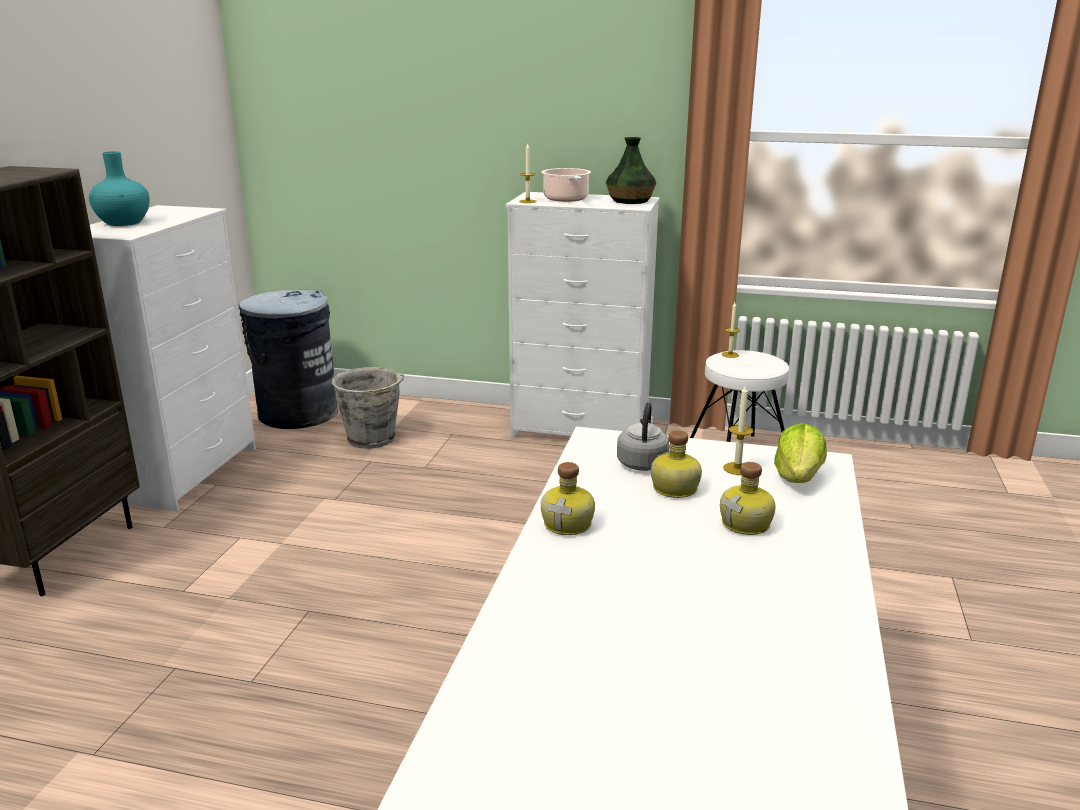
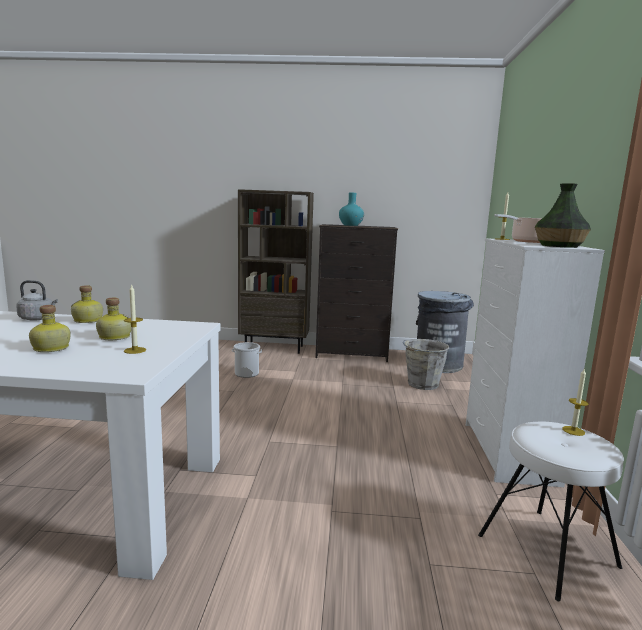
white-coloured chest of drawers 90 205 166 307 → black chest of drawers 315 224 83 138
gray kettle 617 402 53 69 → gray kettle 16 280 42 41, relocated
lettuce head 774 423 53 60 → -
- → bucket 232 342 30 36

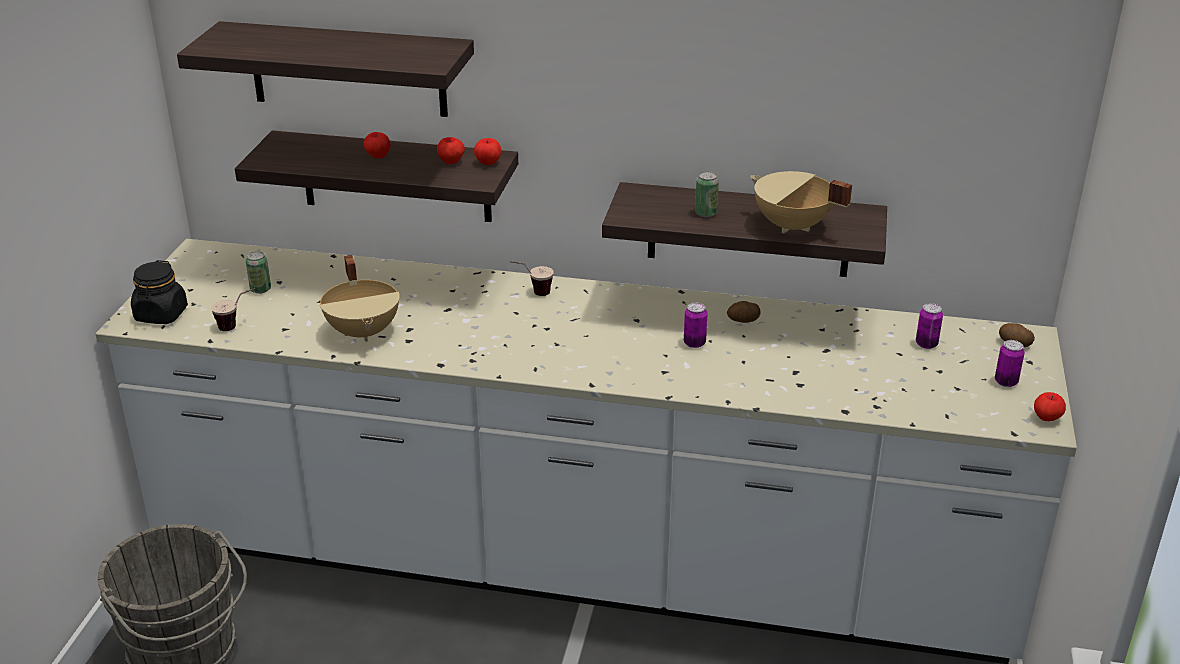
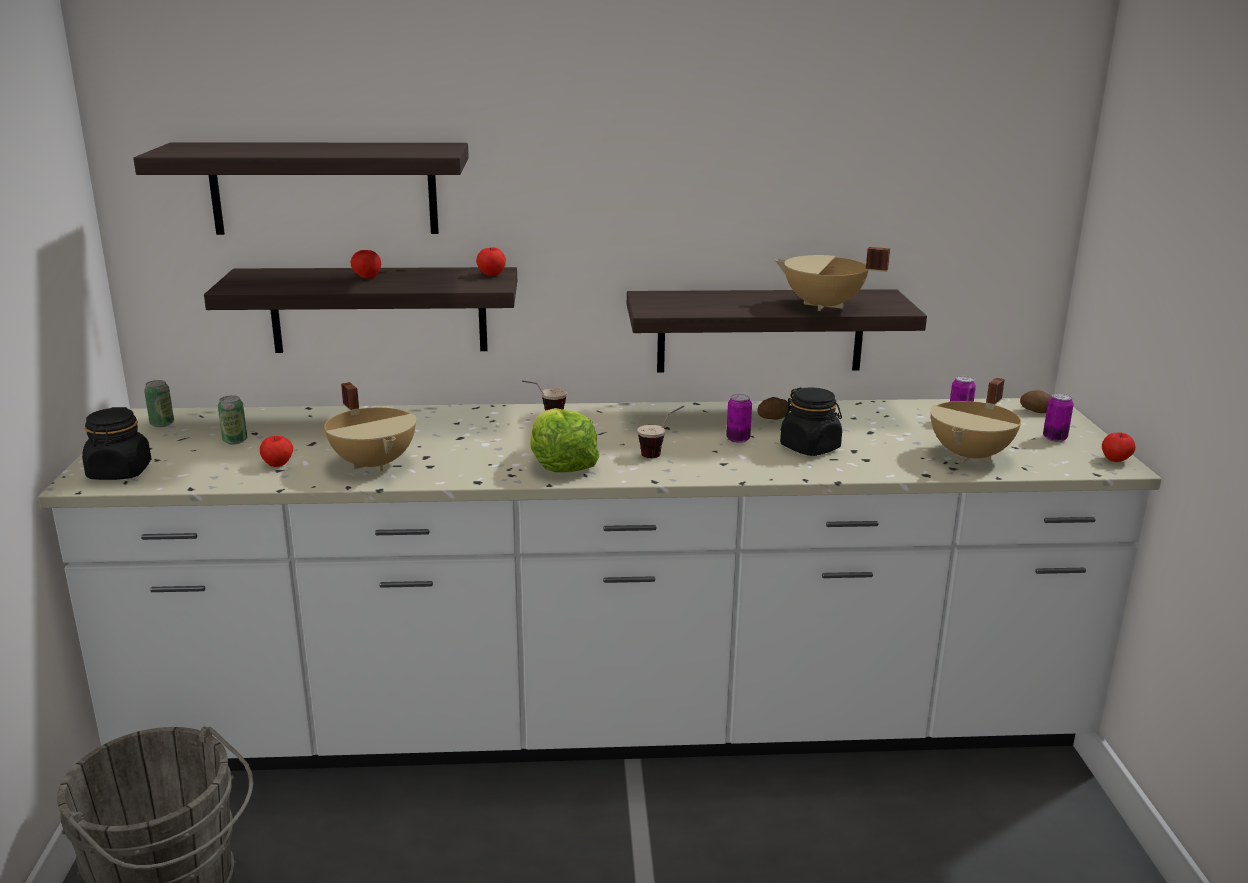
apple 437 137 28 27 → apple 260 436 33 31, relocated
can 695 171 24 46 → can 144 380 30 47, relocated
drinking cup 211 288 45 43 → drinking cup 637 406 47 52, relocated
- → beige stockpot 930 378 91 85
- → black jar 780 387 62 69
- → lettuce head 530 408 70 64

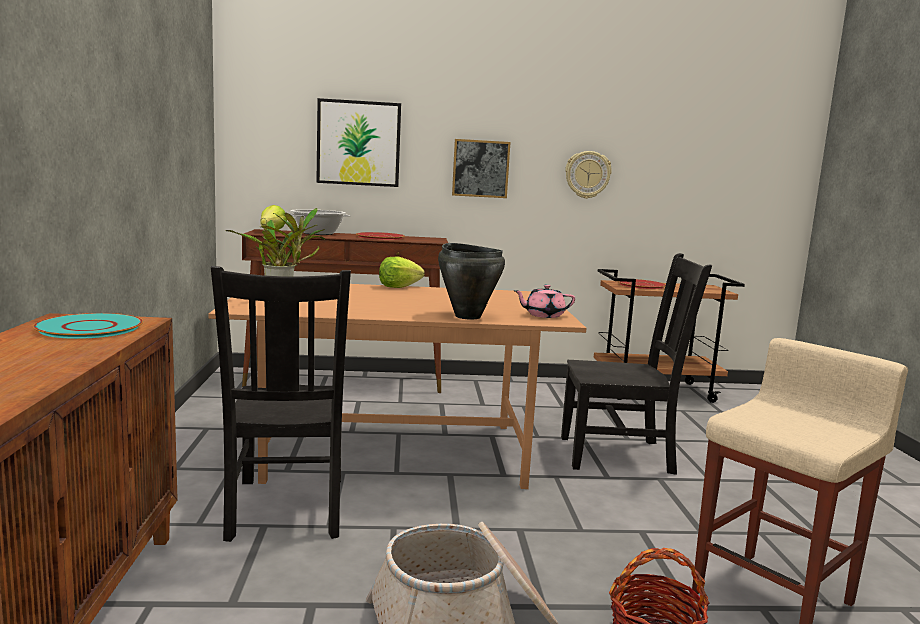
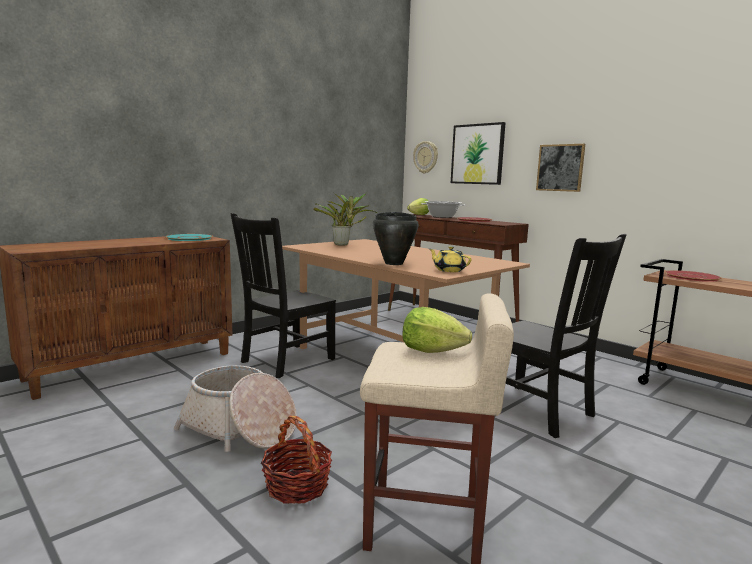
clock on the wall 565 151 47 48 → clock on the wall 413 141 25 32, relocated
lettuce head 379 257 46 31 → lettuce head 402 307 70 46, relocated
pinkish pot for tea 513 285 62 33 → yellow-coloured pot for tea 429 246 43 26

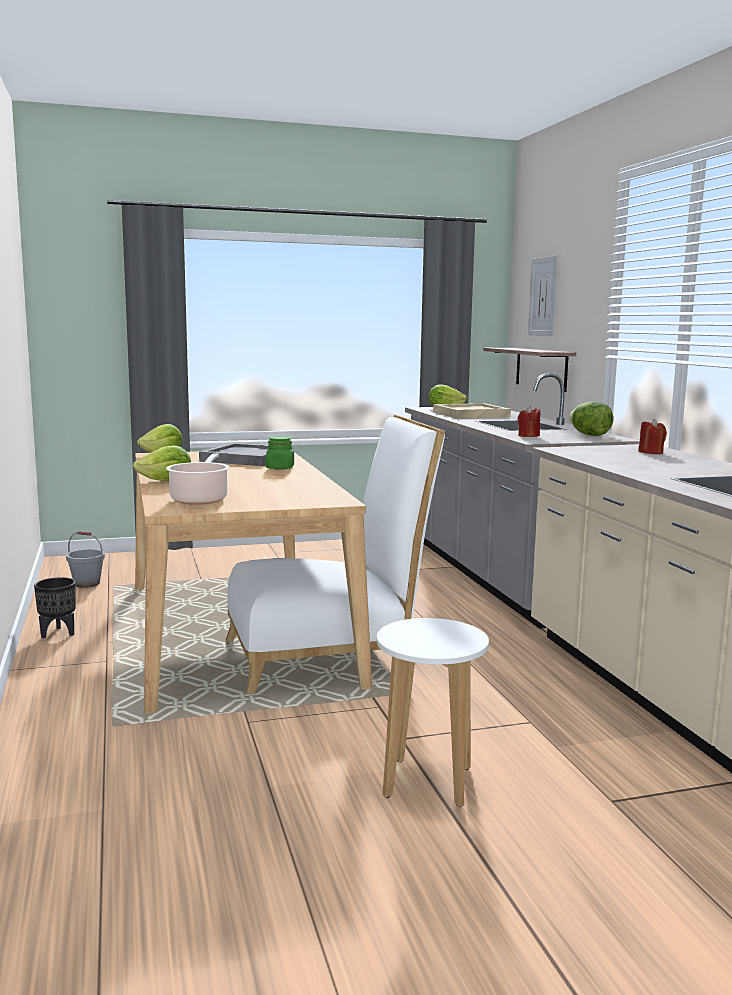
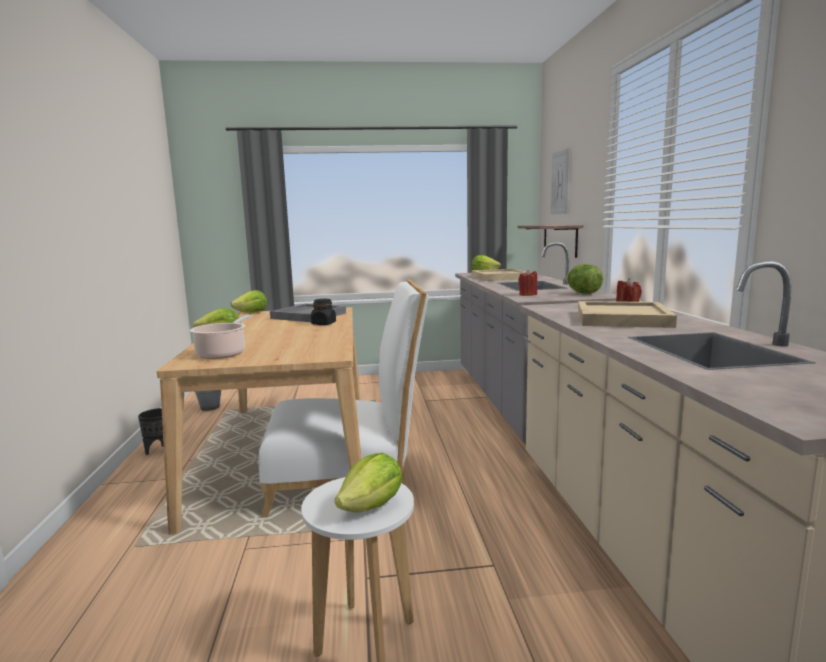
green jar 266 436 28 34 → black jar 311 299 25 26
- → beige tray 578 301 99 27
- → lettuce head 335 453 67 60

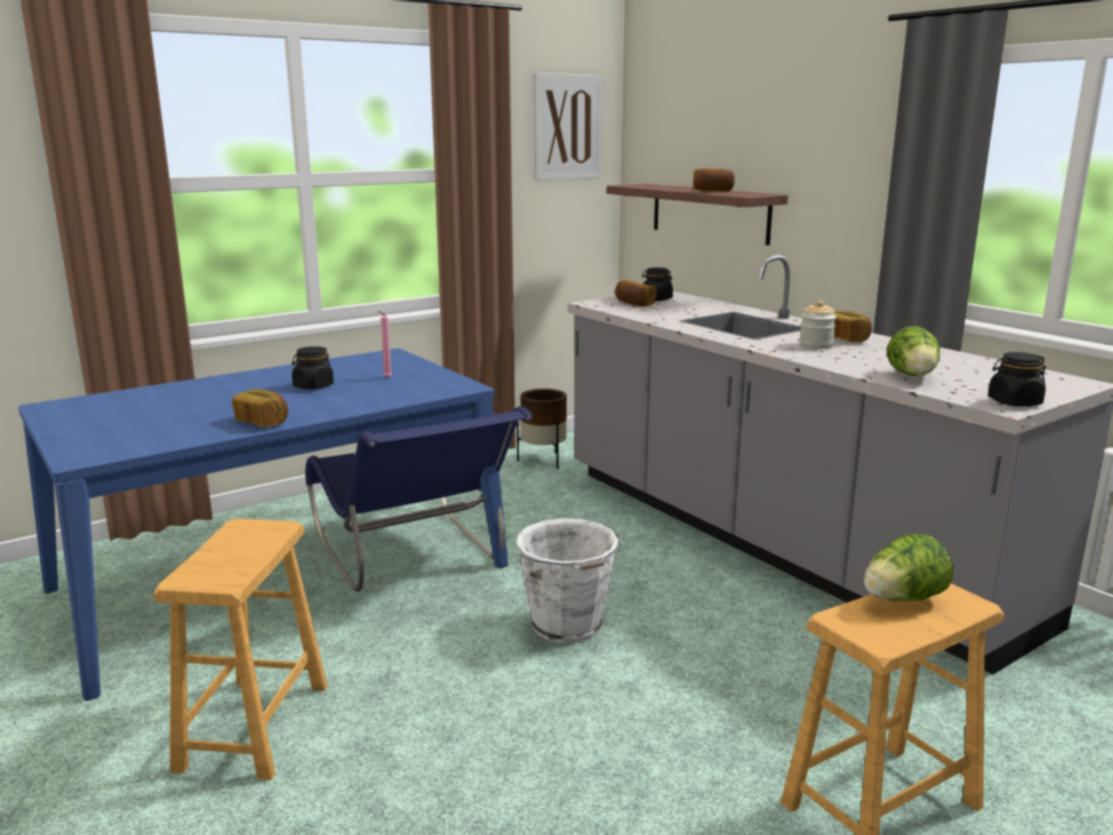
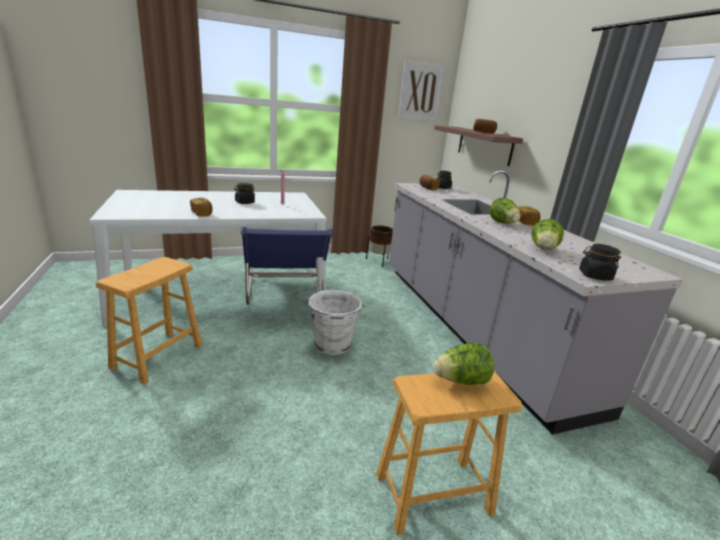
jar 799 301 37 48 → lettuce head 489 197 32 26
bluish dinner table 18 348 490 353 → white-coloured dinner table 90 190 236 137

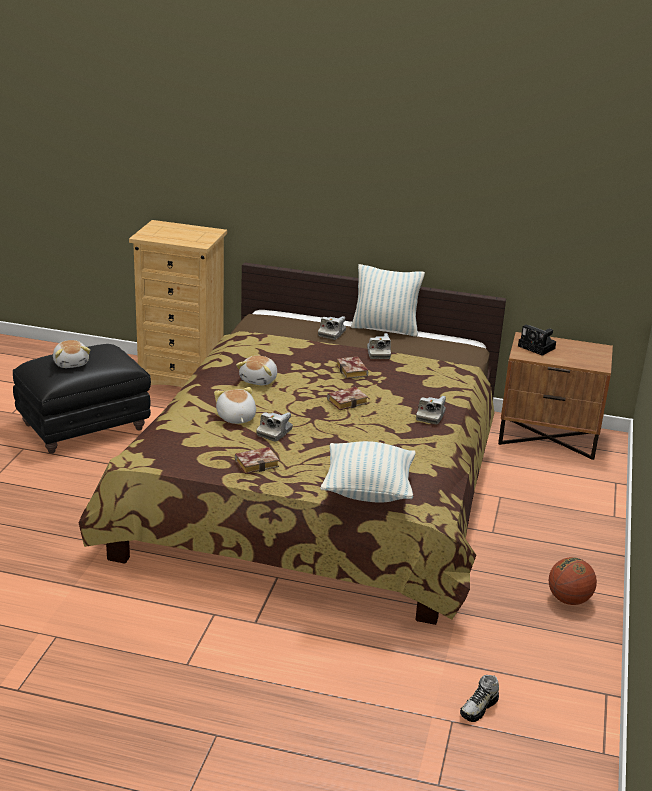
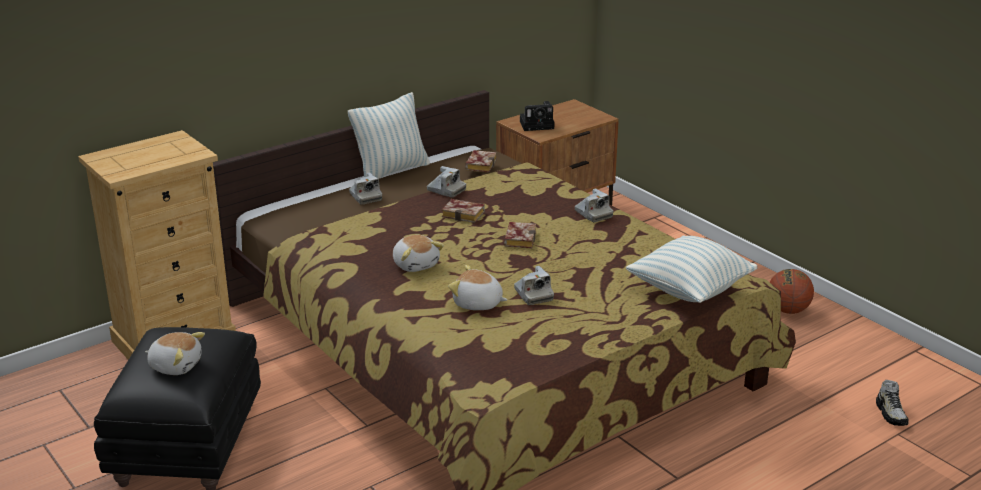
bound book 235 447 44 27 → bound book 465 150 32 22, relocated

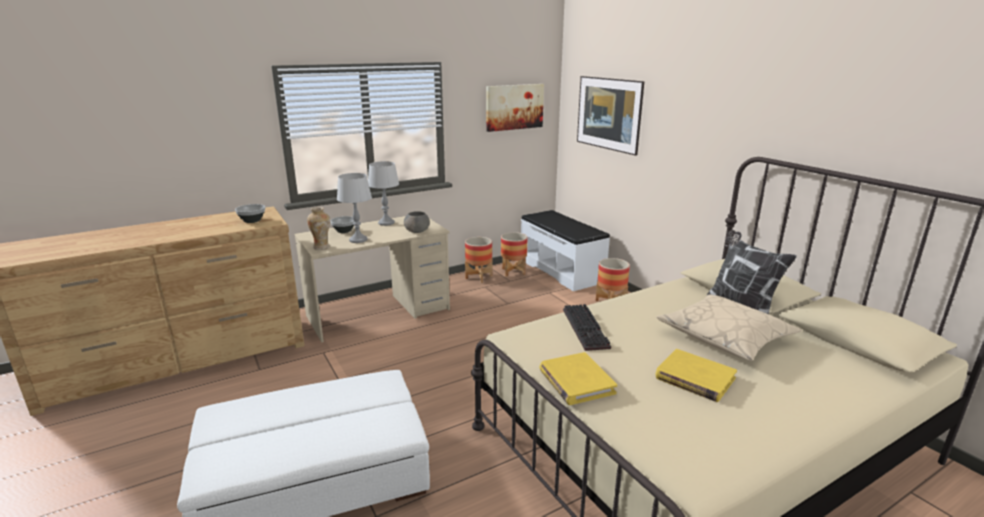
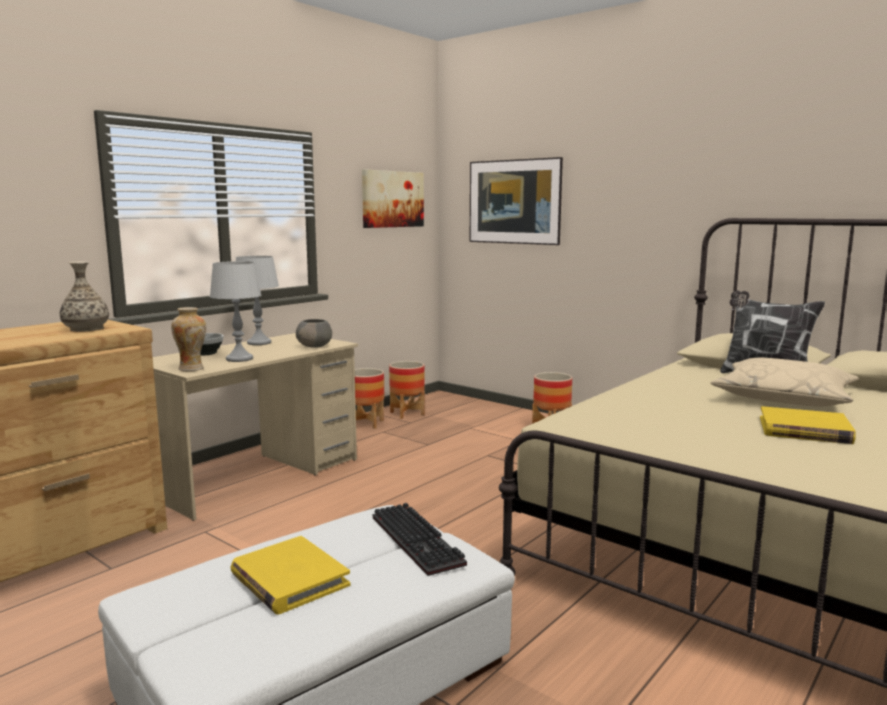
serving bowl 235 204 30 19 → vase 60 261 49 71
white-coloured bench 521 210 89 81 → -
PC keyboard 563 304 48 47 → PC keyboard 373 503 94 73, relocated
yellow-coloured bound book 539 352 78 53 → yellow-coloured bound book 231 536 119 79, relocated

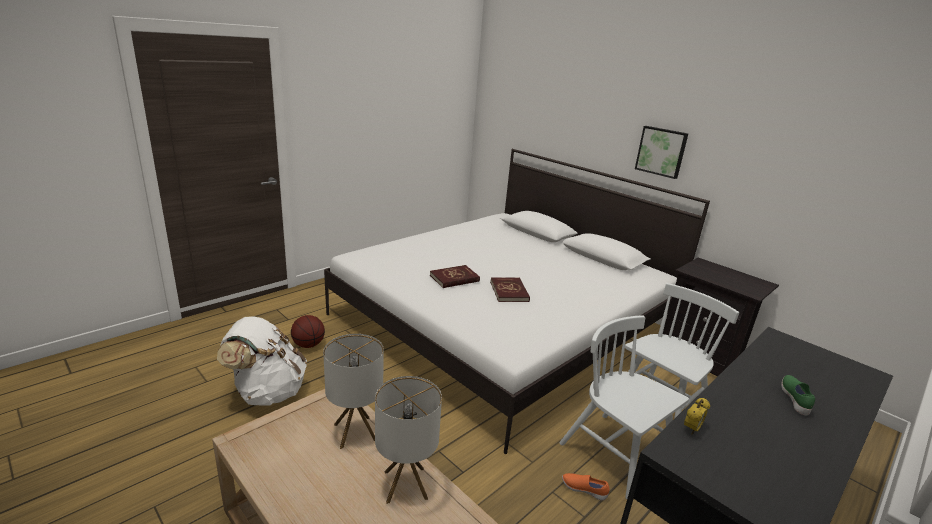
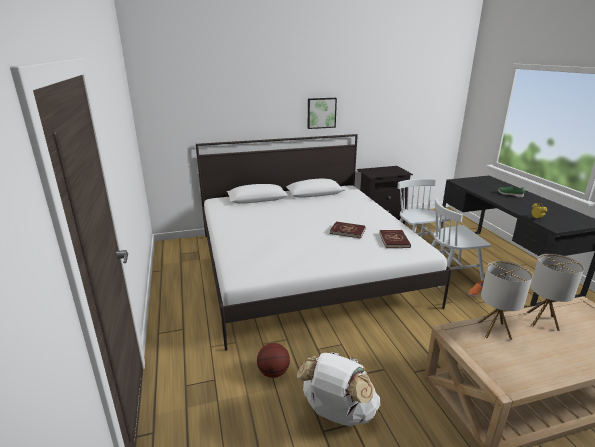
red-coloured bound book 430 265 50 23 → red-coloured bound book 379 230 32 18, relocated

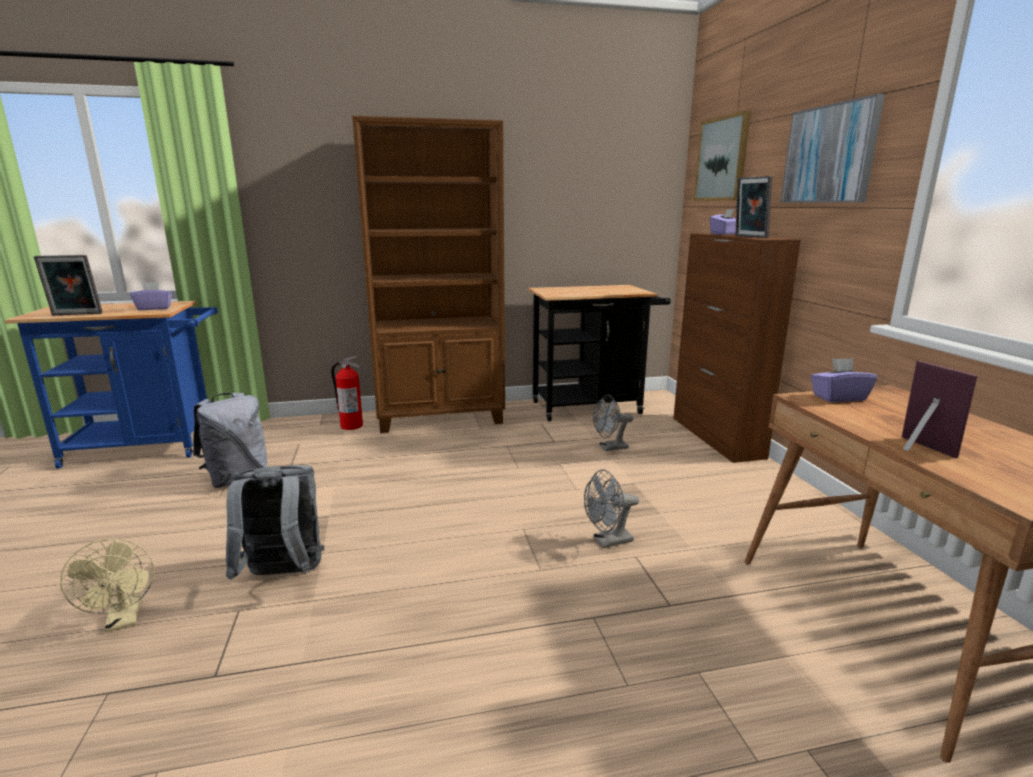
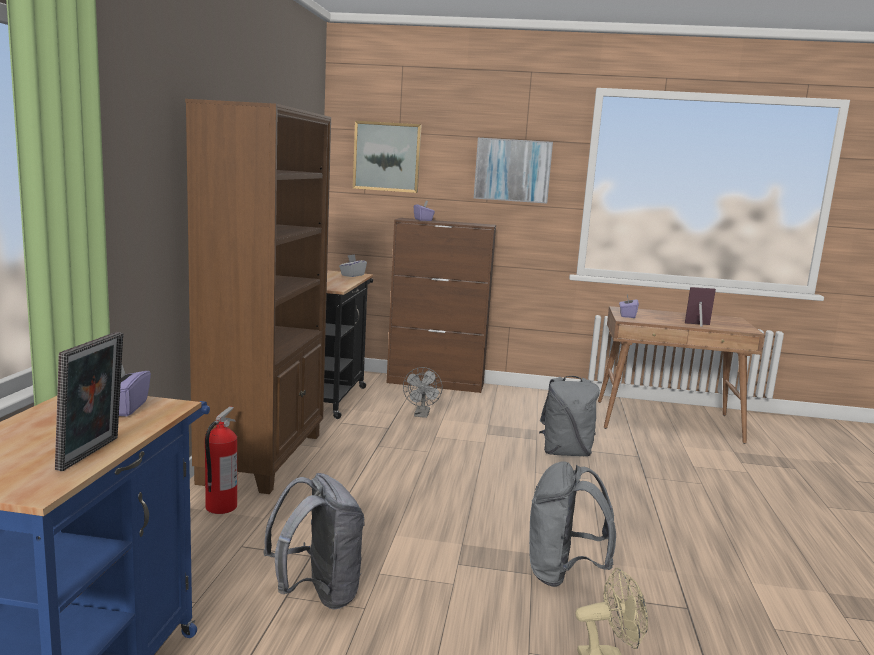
photo frame 735 176 37 62 → -
gray fan 584 469 55 79 → gray rucksack 539 376 61 80
- → white-coloured tissue box 339 254 28 23

